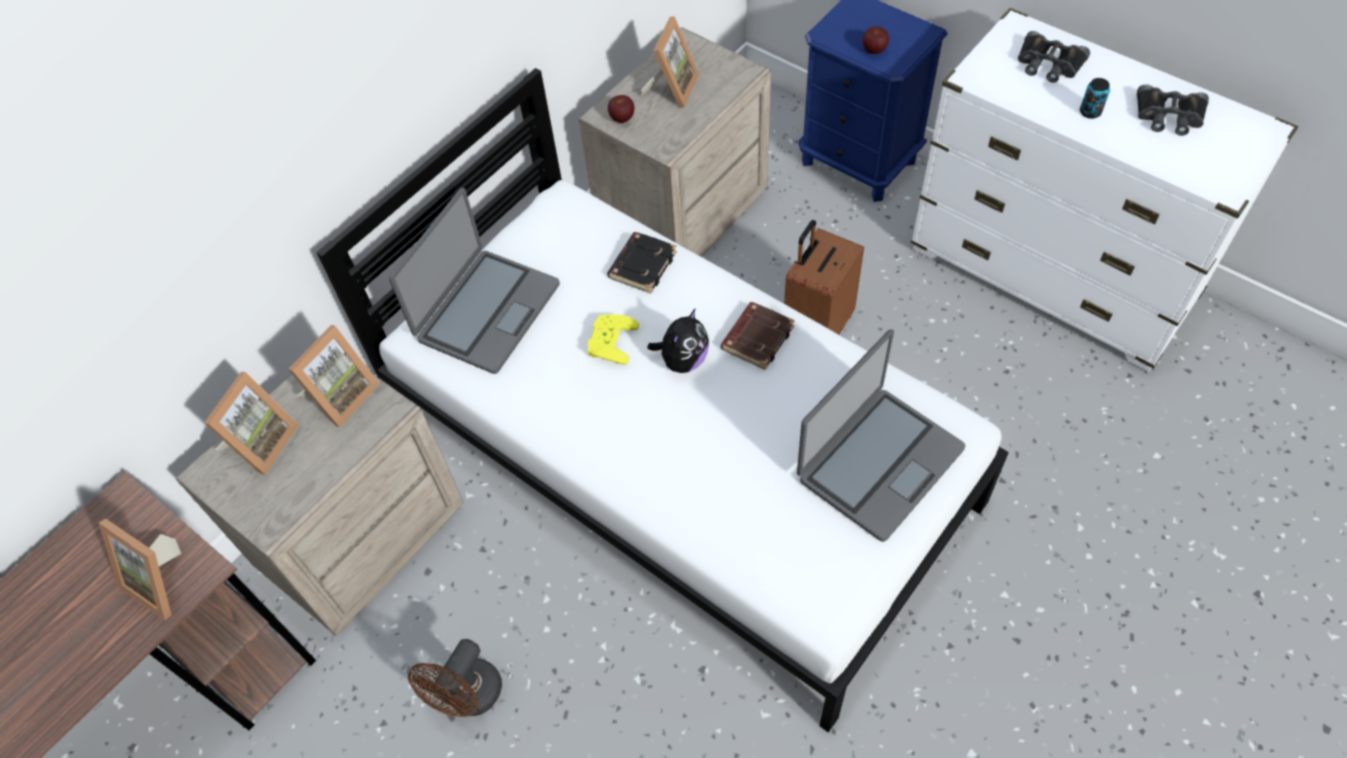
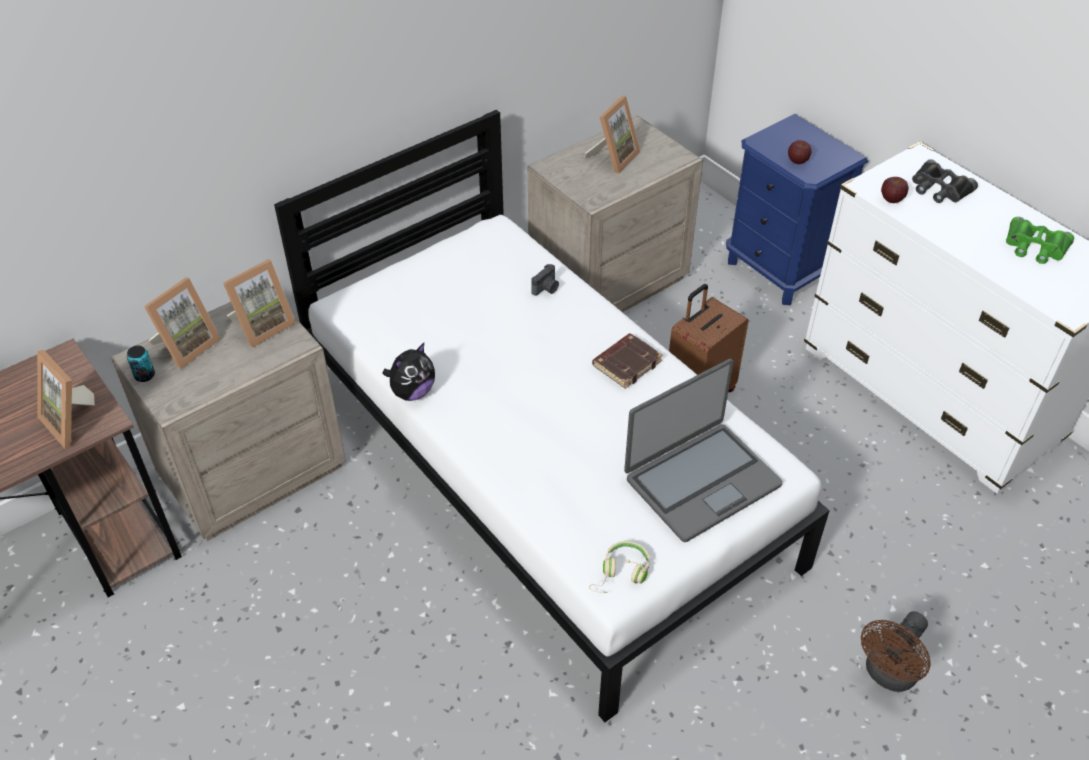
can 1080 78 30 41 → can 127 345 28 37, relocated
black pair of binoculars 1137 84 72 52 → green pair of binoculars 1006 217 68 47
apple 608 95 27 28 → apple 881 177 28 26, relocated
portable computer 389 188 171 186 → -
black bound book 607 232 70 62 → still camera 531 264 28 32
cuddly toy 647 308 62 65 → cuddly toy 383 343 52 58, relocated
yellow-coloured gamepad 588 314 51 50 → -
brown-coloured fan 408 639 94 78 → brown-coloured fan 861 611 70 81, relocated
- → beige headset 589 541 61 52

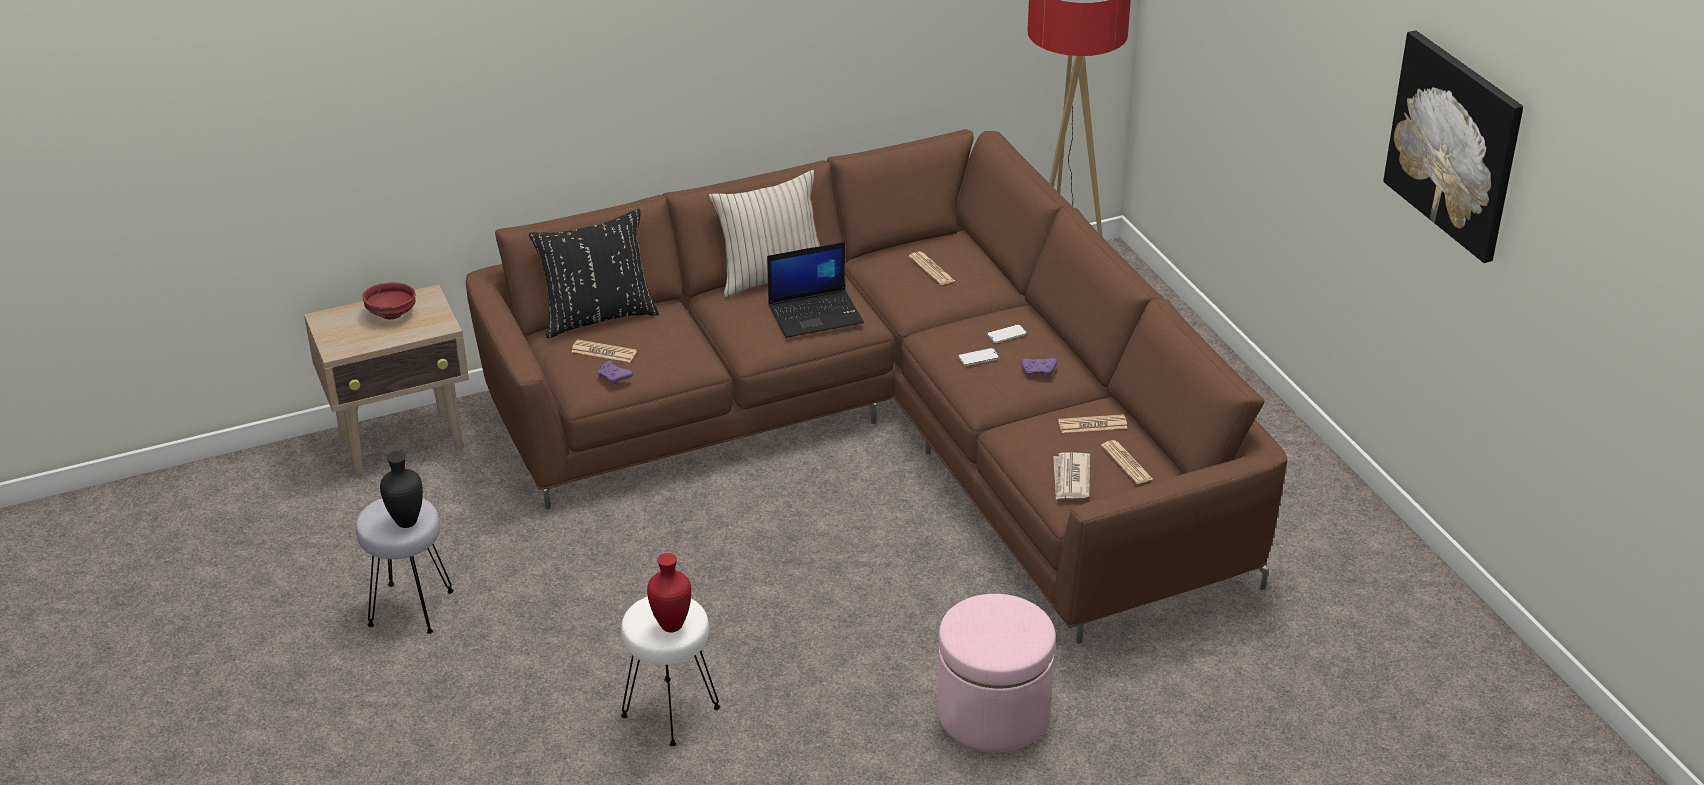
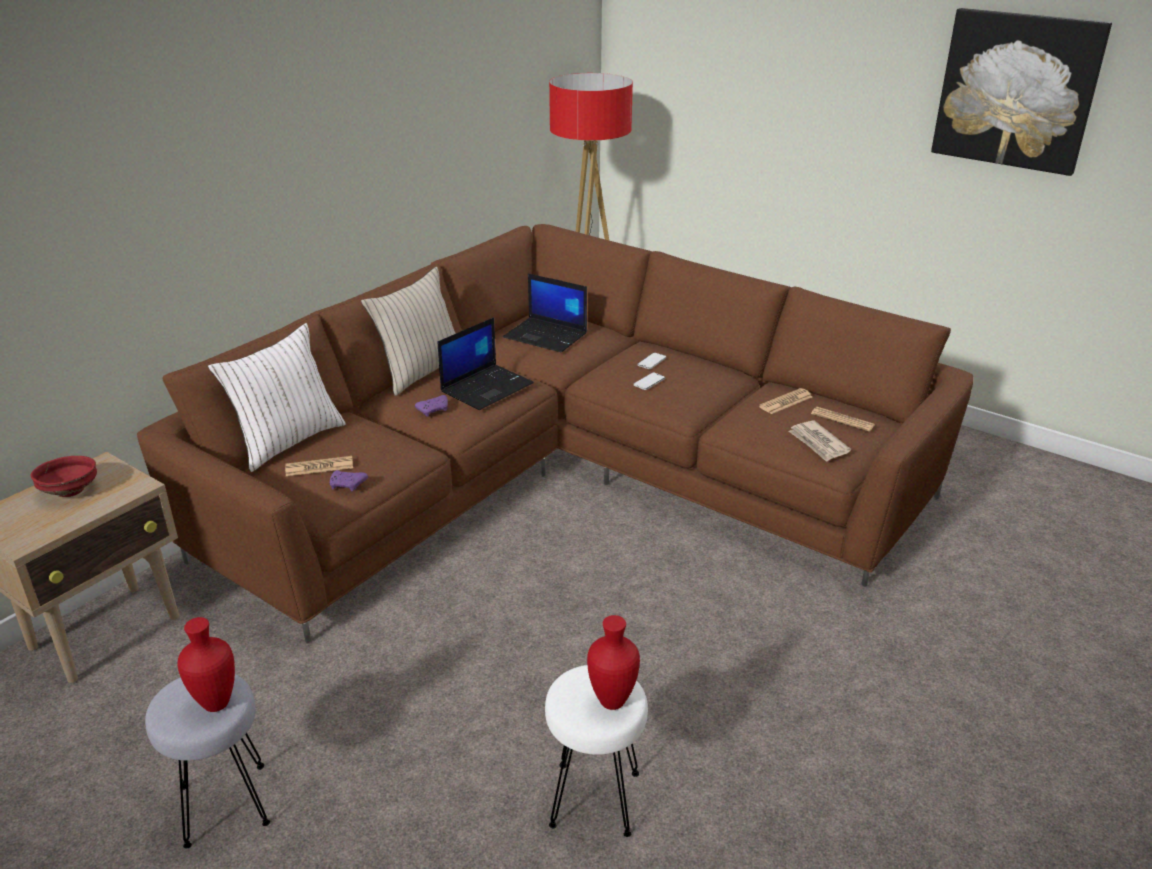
black cushion 529 208 130 130 → white-coloured cushion 208 323 138 149
newspaper 909 252 46 33 → portable computer 503 274 84 78
purple gamepad 1021 358 36 19 → purple gamepad 415 395 33 22, relocated
black vase 380 451 43 77 → red-coloured vase 177 617 58 95
pinkish pouffe 937 594 119 158 → -

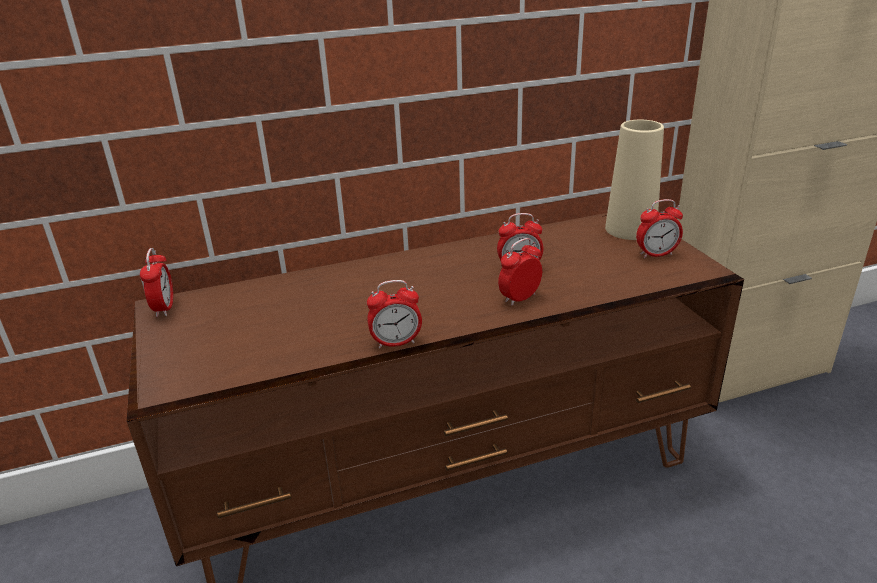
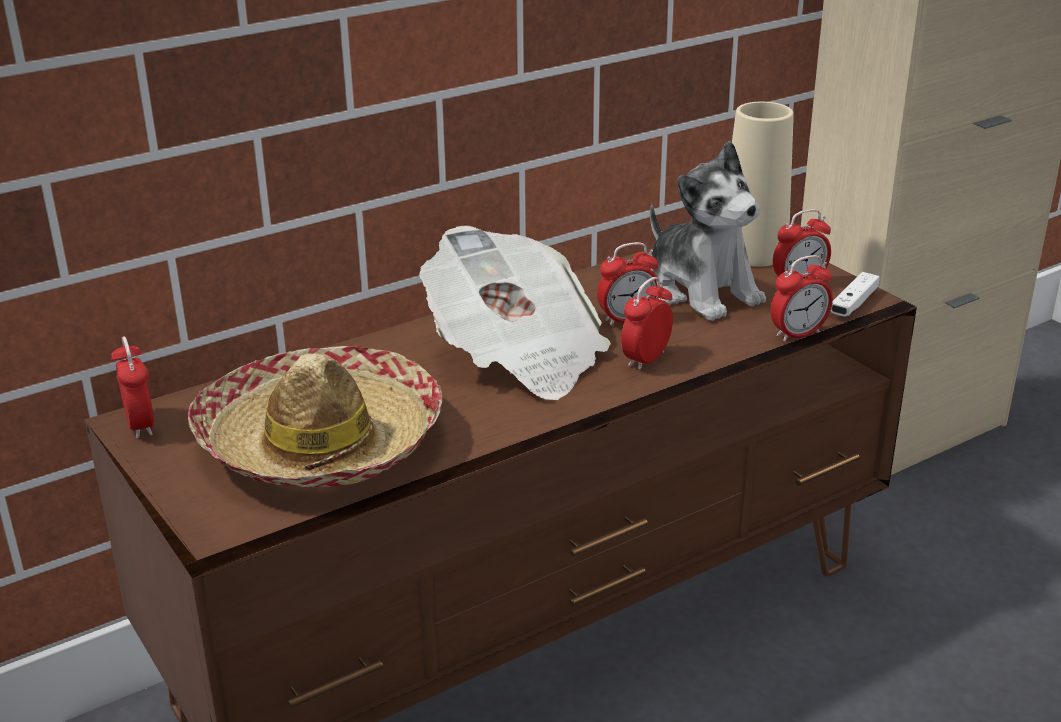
table clock 367 280 55 69 → table clock 771 255 62 87, relocated
- → cuddly toy 650 141 116 180
- → newspaper 419 225 192 175
- → white-coloured gamepad 831 272 49 45
- → hat 188 346 254 141

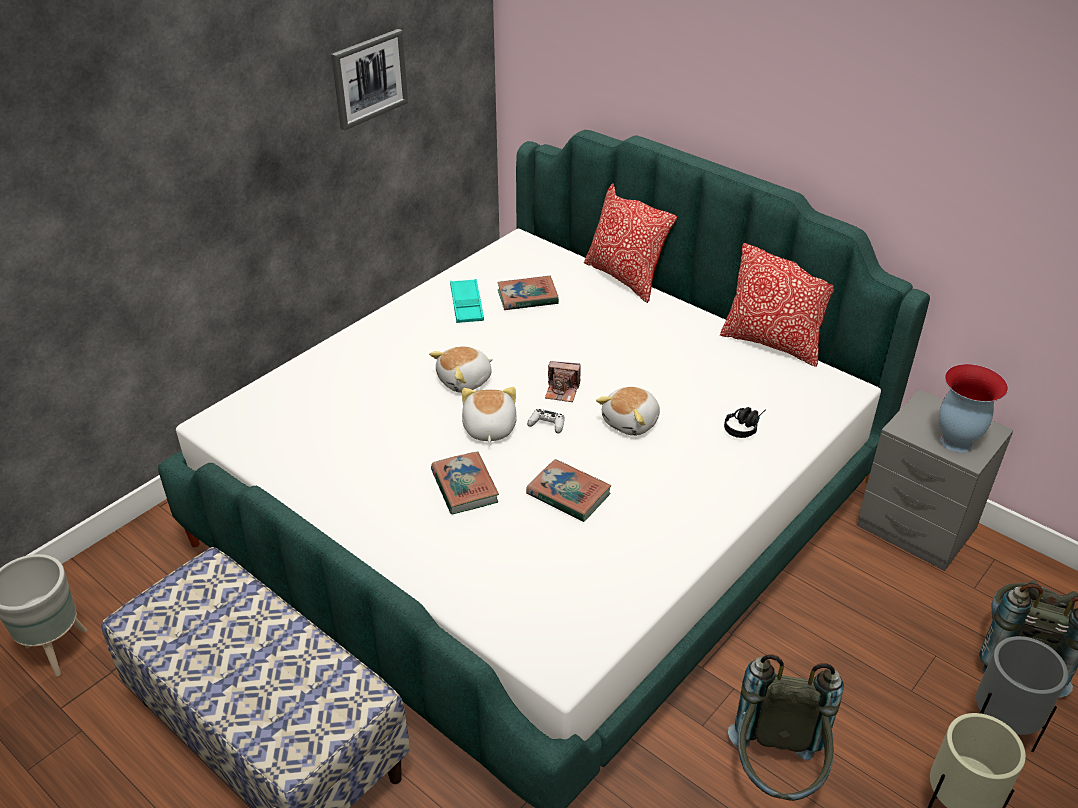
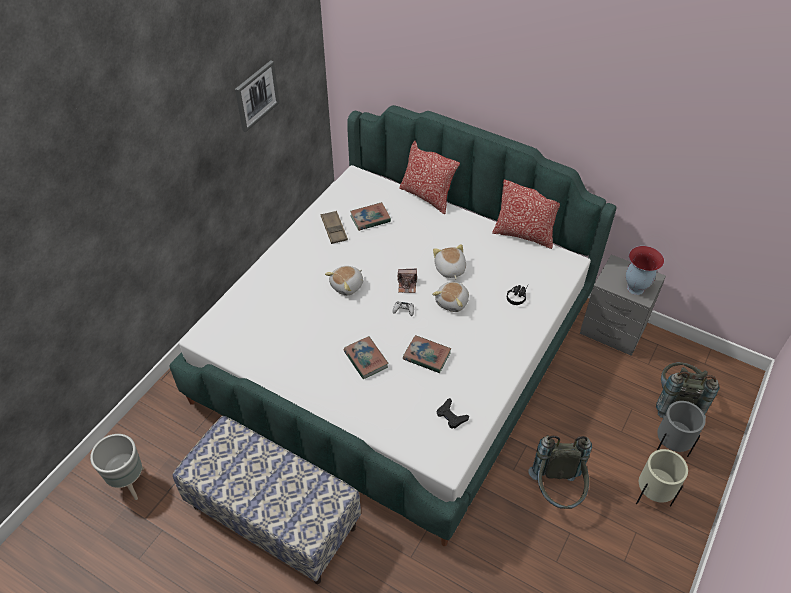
turquoise-coloured tray 450 279 34 44 → brown-coloured tray 321 211 27 33
cuddly toy 462 387 55 56 → cuddly toy 433 244 33 35, relocated
- → black gamepad 437 398 32 31

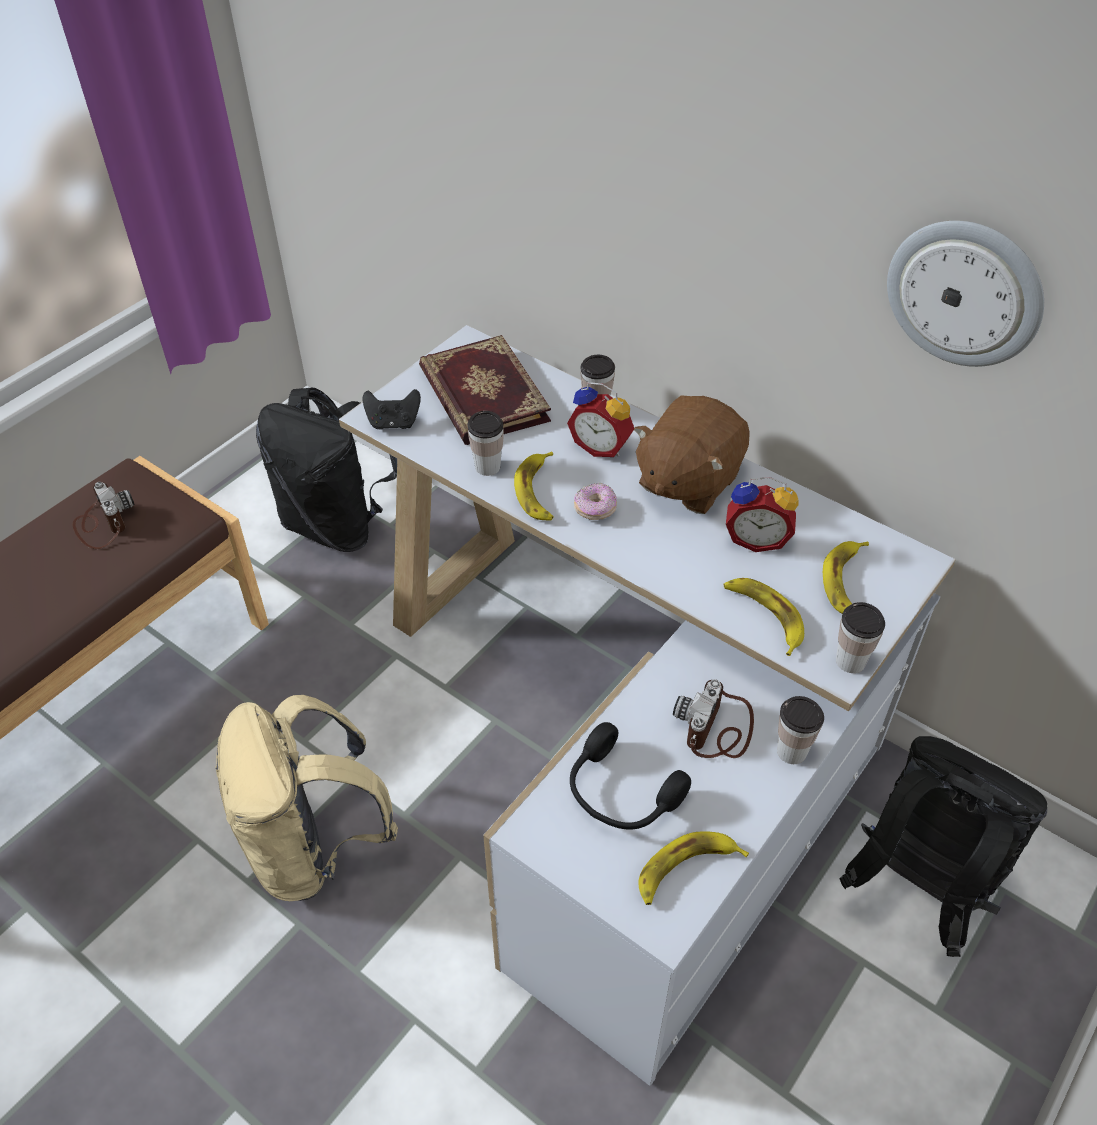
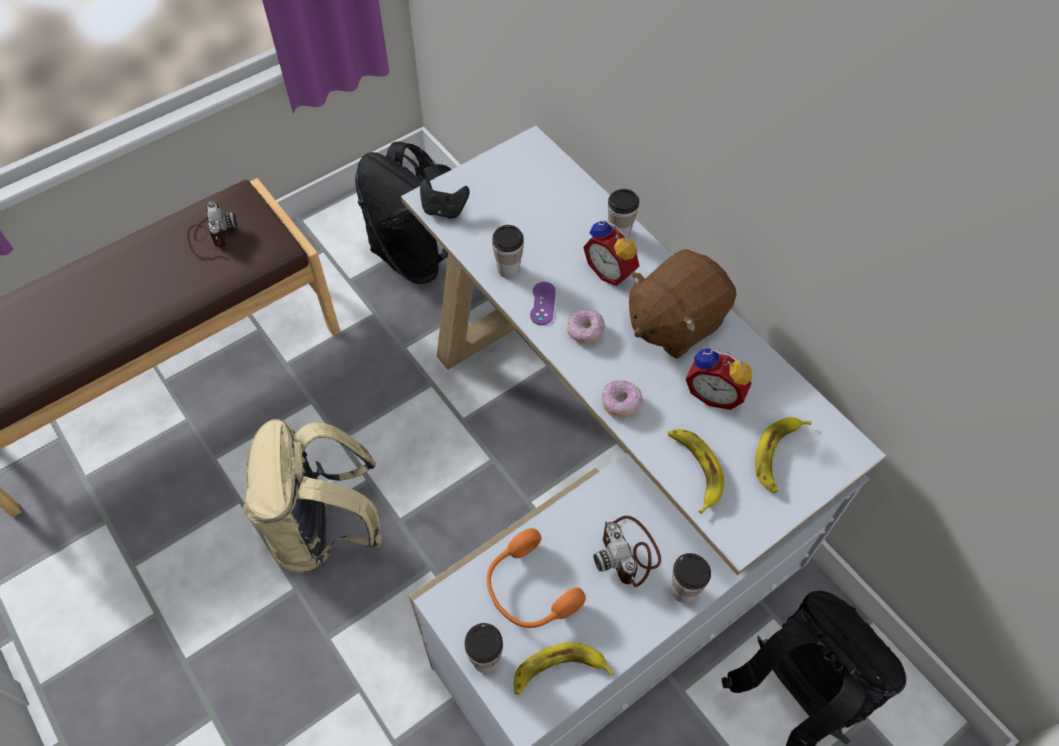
clock on the wall 887 221 157 146 → -
bound book 419 335 132 110 → -
whole banana 514 451 39 70 → purple gamepad 530 282 26 43
drinking cup 836 602 49 71 → drinking cup 465 623 38 50, relocated
still camera 673 679 81 79 → still camera 593 516 68 71, 60 degrees counterclockwise
black headset 570 722 121 108 → orangey headset 487 528 99 100
- → doughnut 602 380 41 38

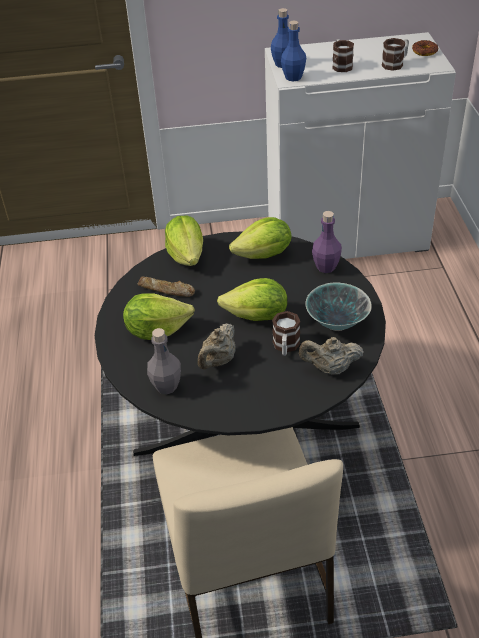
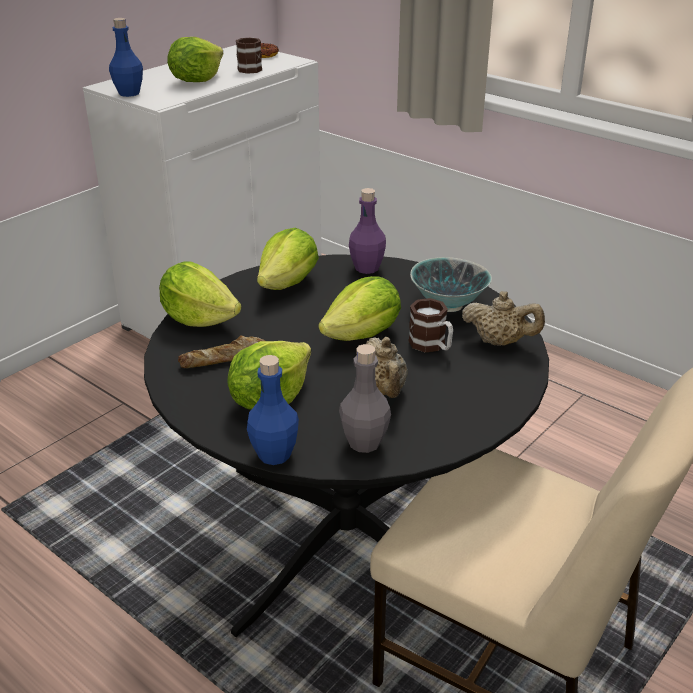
bluish drink bottle 281 21 25 60 → bluish drink bottle 247 355 52 110, relocated
coffee mug 332 39 22 33 → lettuce head 167 37 56 45
beige pot for tea 299 337 65 38 → beige pot for tea 462 291 83 55, 120 degrees counterclockwise

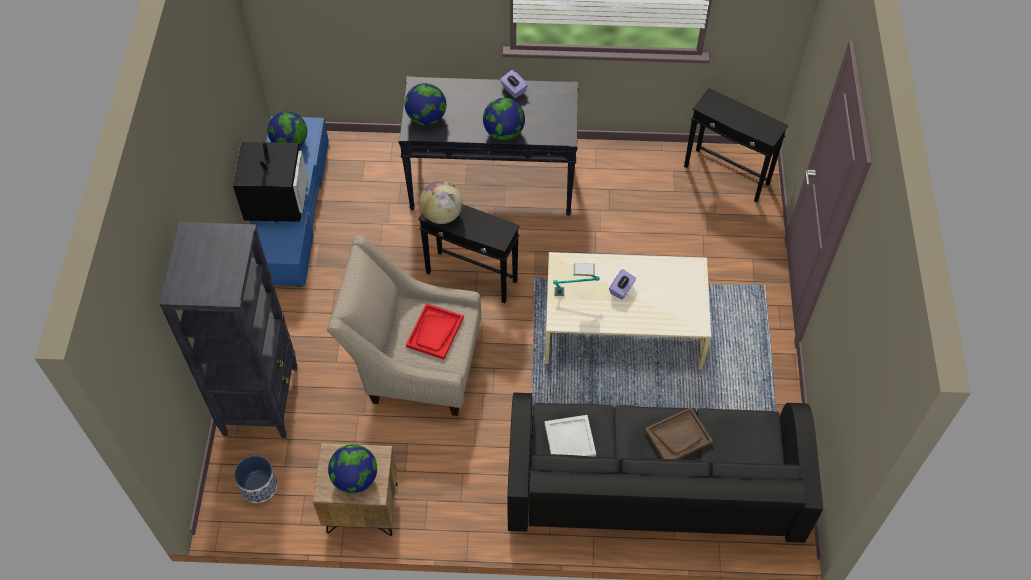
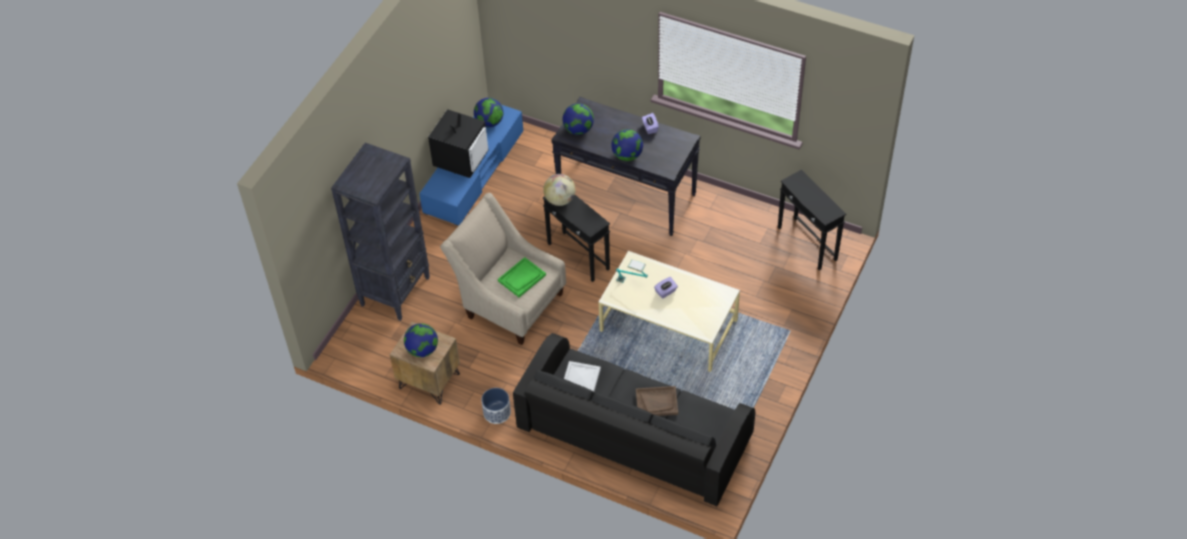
red-coloured tray 406 303 58 57 → green tray 498 257 48 40
flower pot 234 456 43 47 → flower pot 481 388 30 36, relocated

